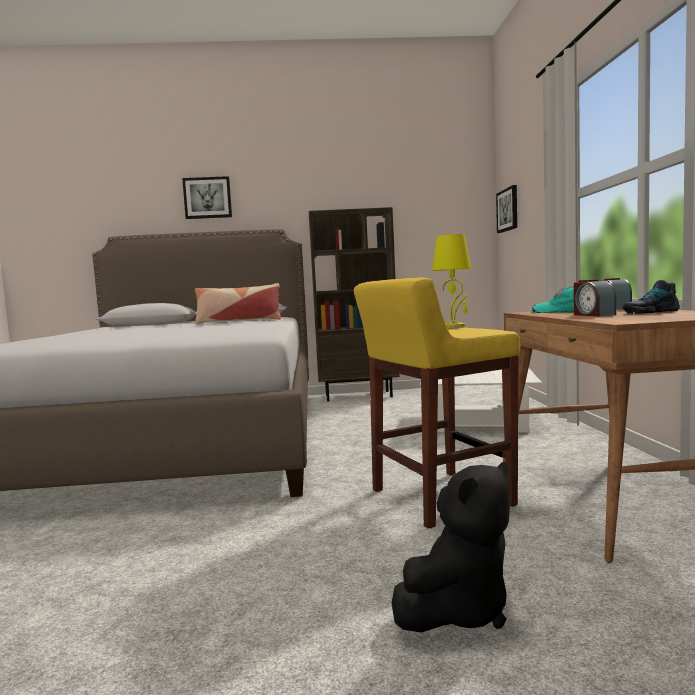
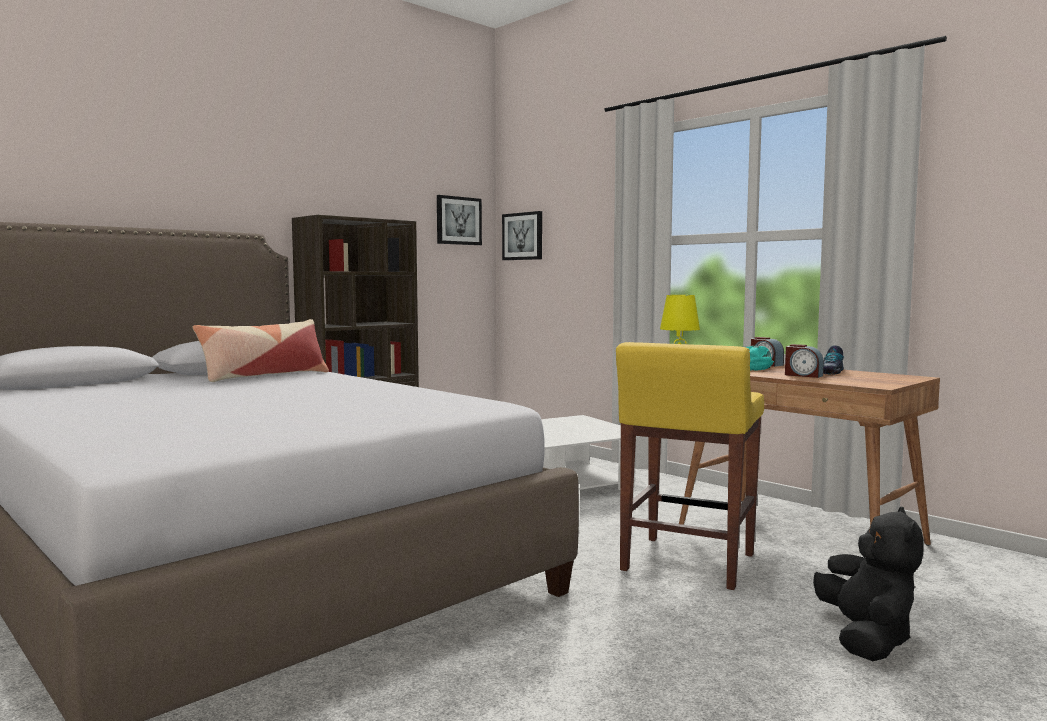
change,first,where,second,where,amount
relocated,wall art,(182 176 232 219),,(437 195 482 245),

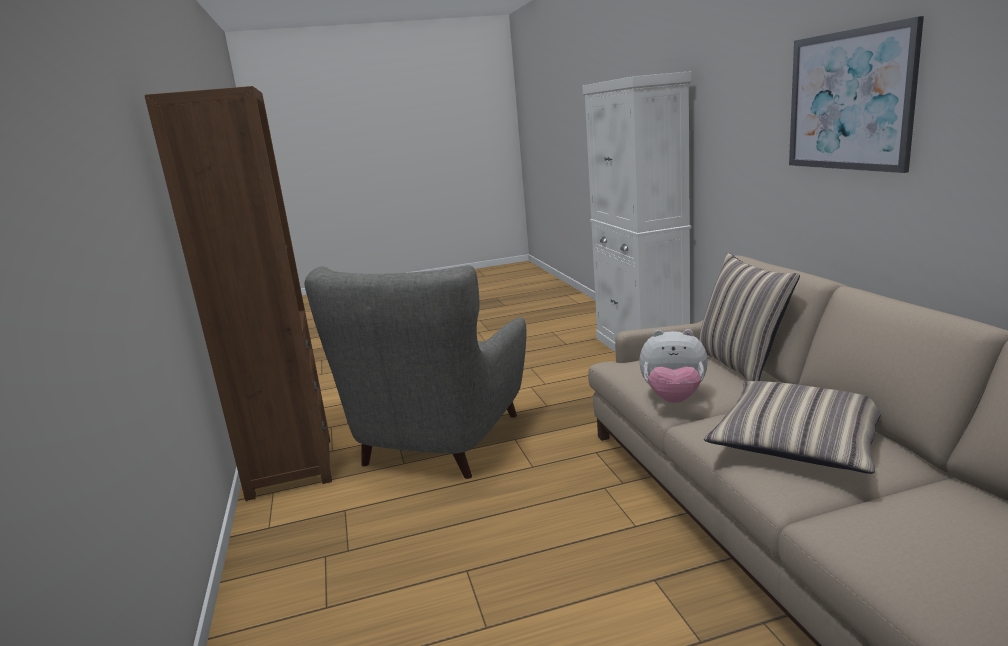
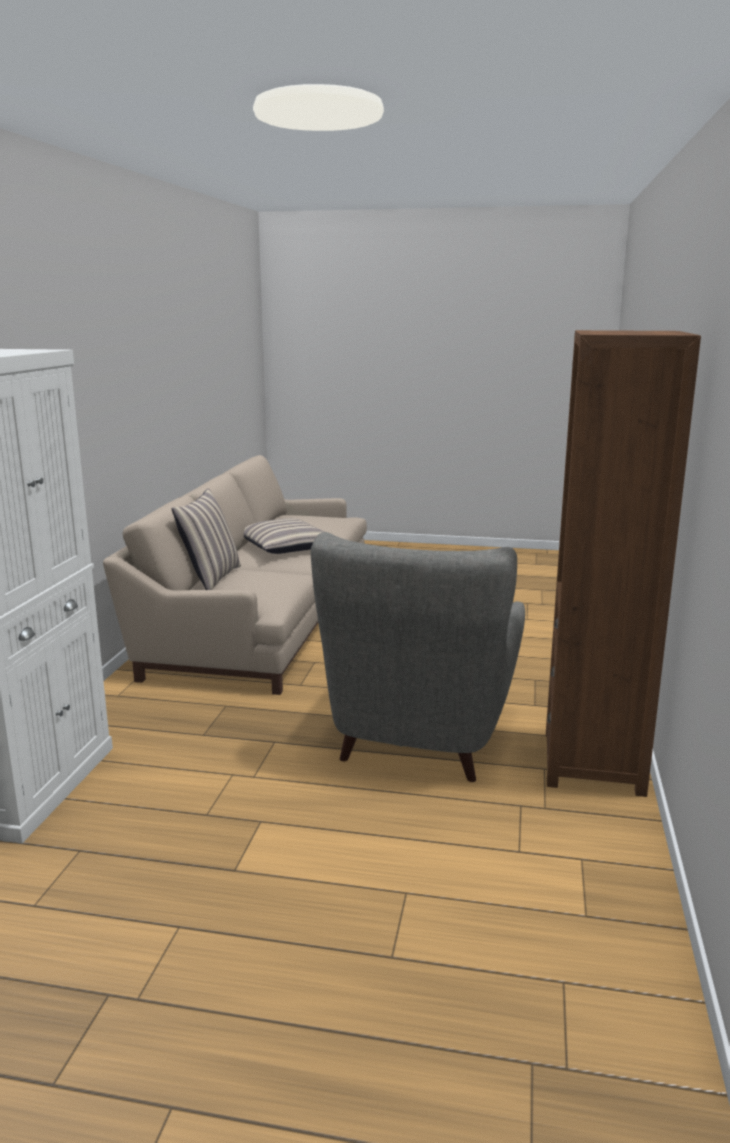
change,first,where,second,where,amount
missing,wall art,(789 16 924 173),,,
spun,lounge chair (gray),(304 265 526 479),,(311 532 525 782),150 degrees clockwise
missing,plush toy,(639 329 708 403),,,

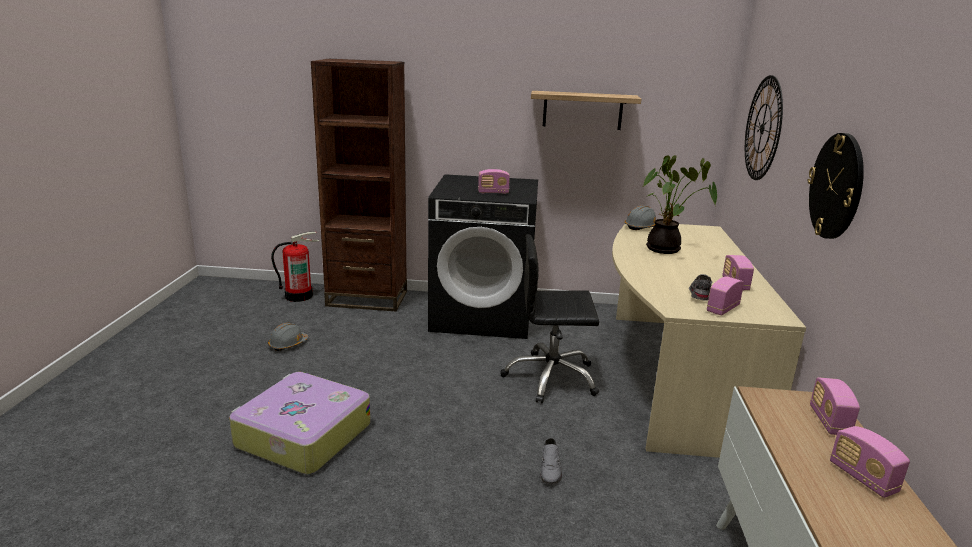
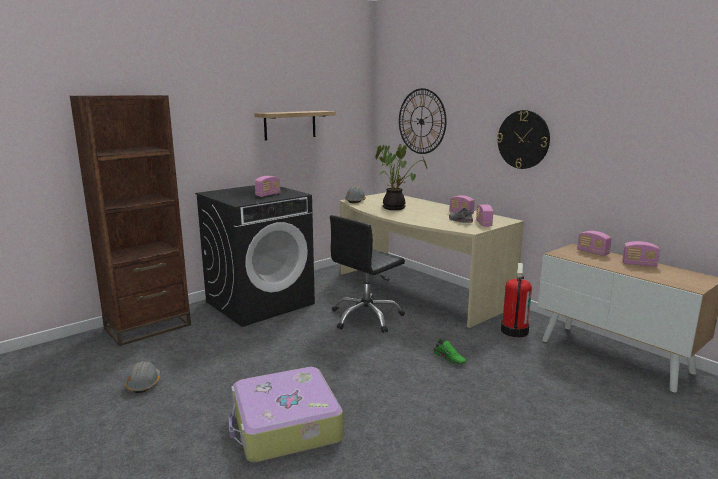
change,first,where,second,where,amount
relocated,fire extinguisher,(271 231 320 302),,(501 263 532 337),
colour,low shoe (gray),(540 438 563 484),low shoe (greenish),(433 339 466 365),

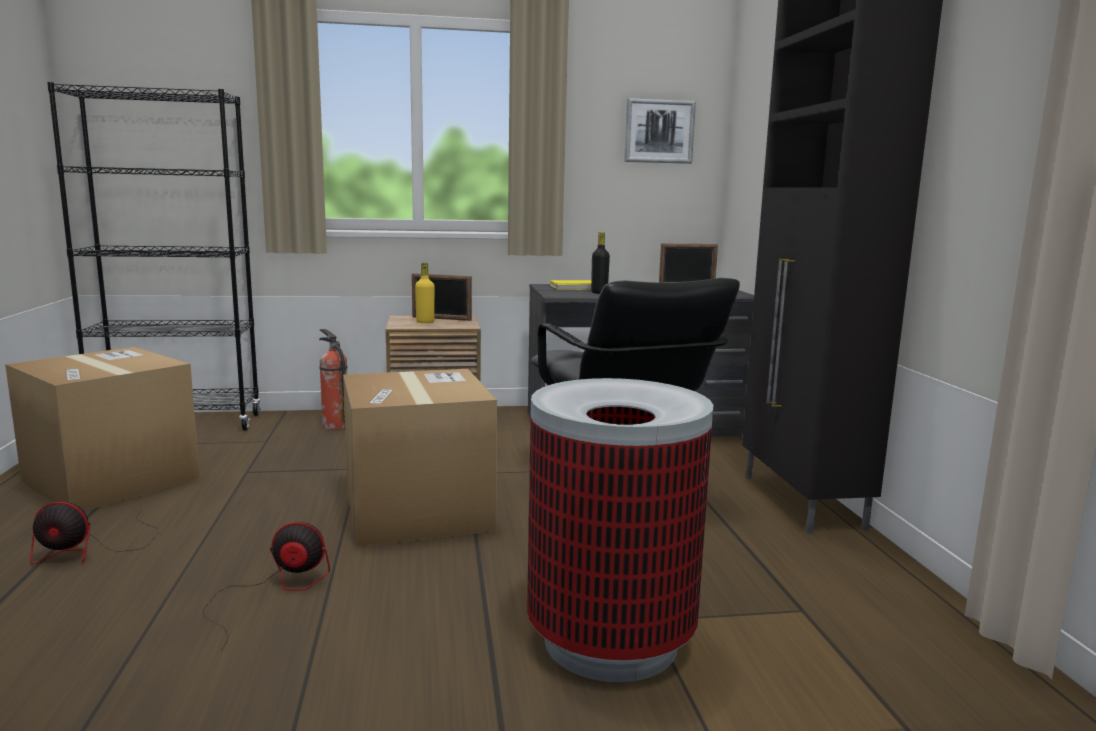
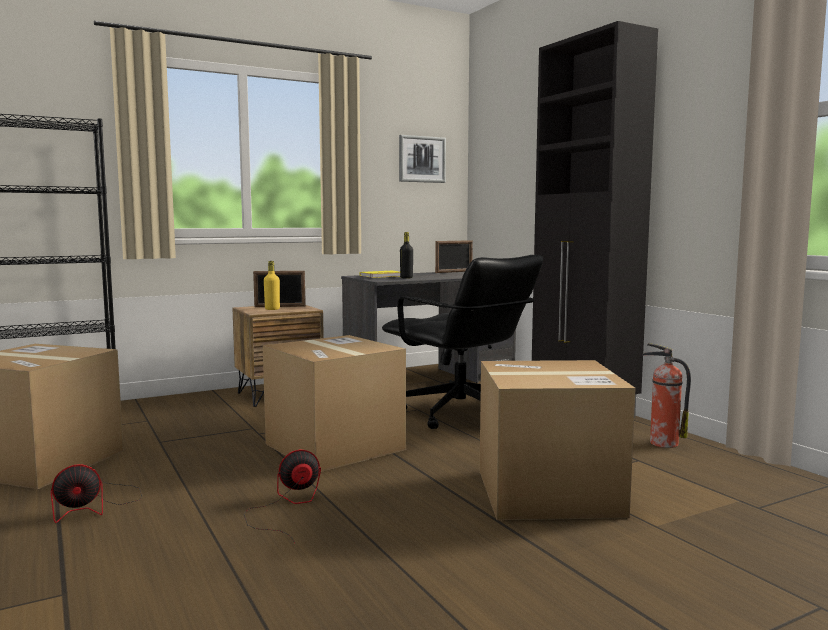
change,first,where,second,where,amount
relocated,fire extinguisher,(319 329 348 430),,(642 343 691 448),
exchanged,trash can,(527 378 713 682),carton,(480 360 636 520),

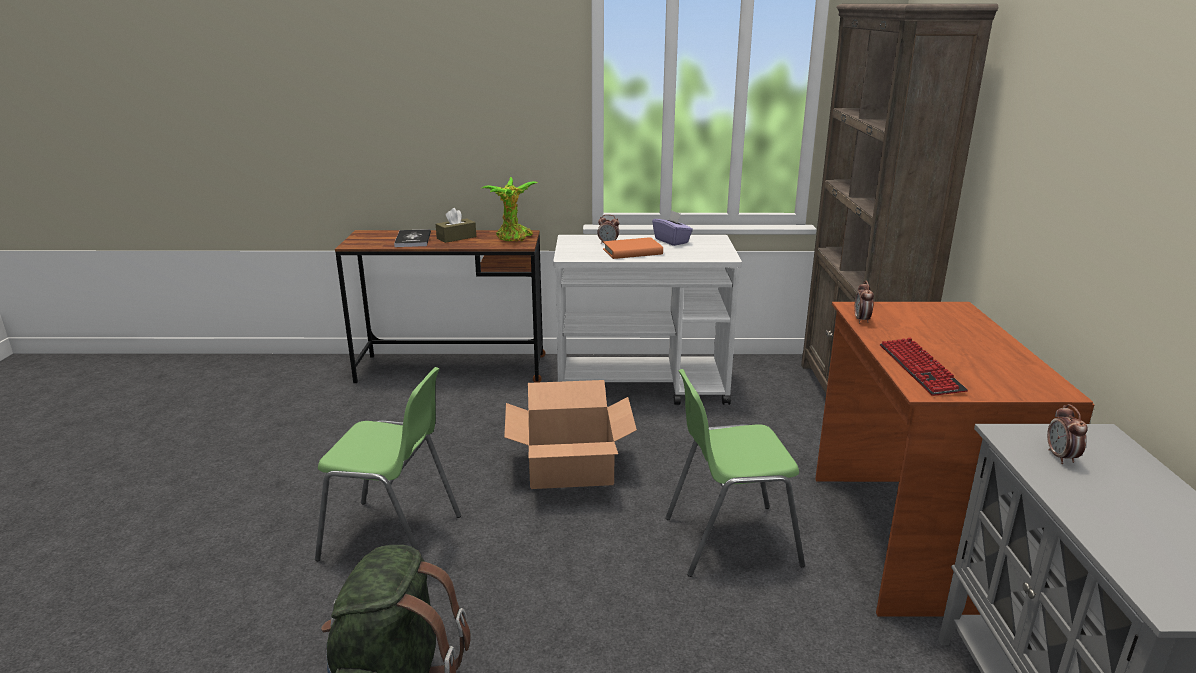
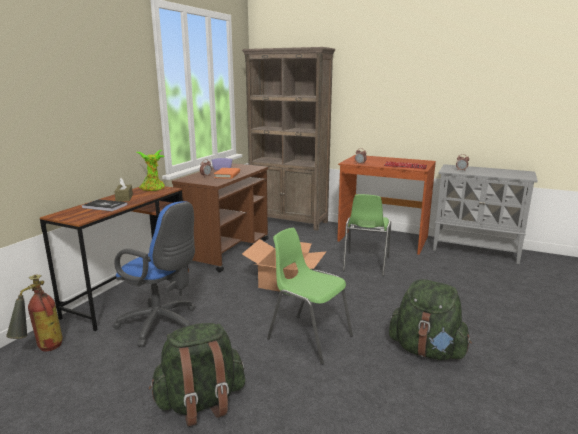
change,first,where,second,where,amount
colour,trolley (whitish),(553 235 742 405),trolley (brownish),(172 163 269 272),
spun,plain chair (greenish),(315 367 461 561),,(267 228 353 365),90 degrees counterclockwise
appeared,,,desk chair (blue-coloured),(113 201 196 347),
appeared,,,fire extinguisher,(6 275 63 352),
appeared,,,knapsack (greenish),(149 323 245 427),

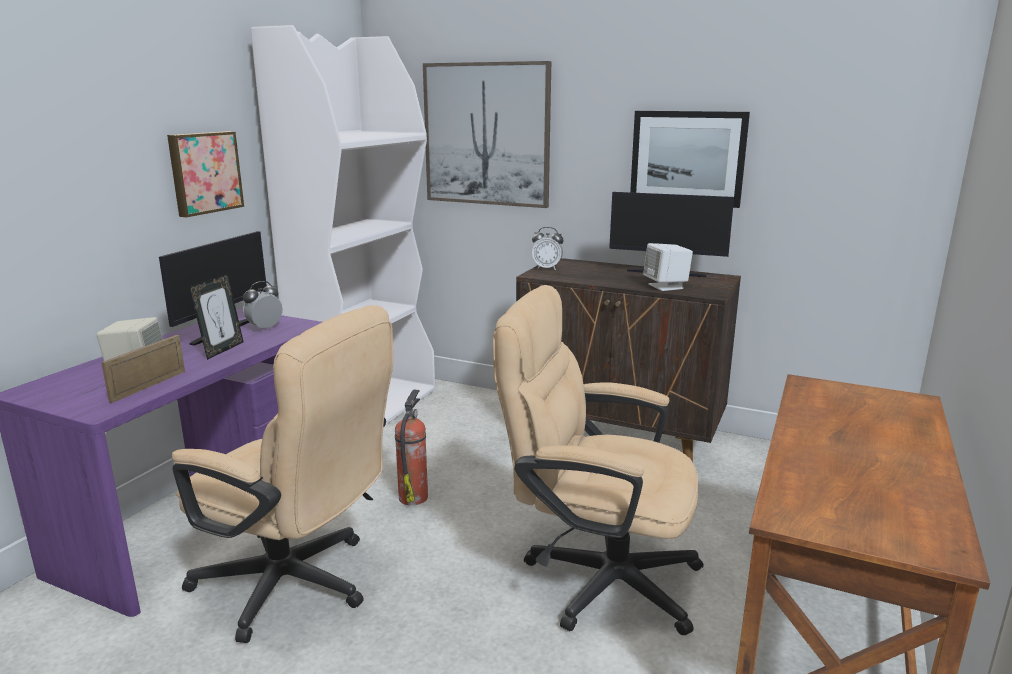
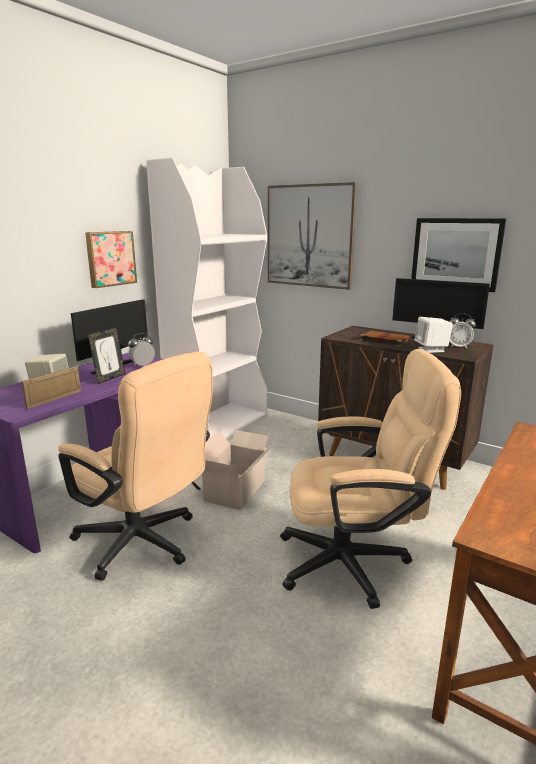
change,first,where,second,where,amount
relocated,alarm clock,(532 227 563 270),,(449 313 476 349),
spun,desk chair (beige-coloured),(493 285 703 635),,(280 349 461 609),150 degrees clockwise
exchanged,fire extinguisher,(395 389 428 505),carton,(202 430 277 510),
appeared,,,bound book (brownish),(358 331 411 346),

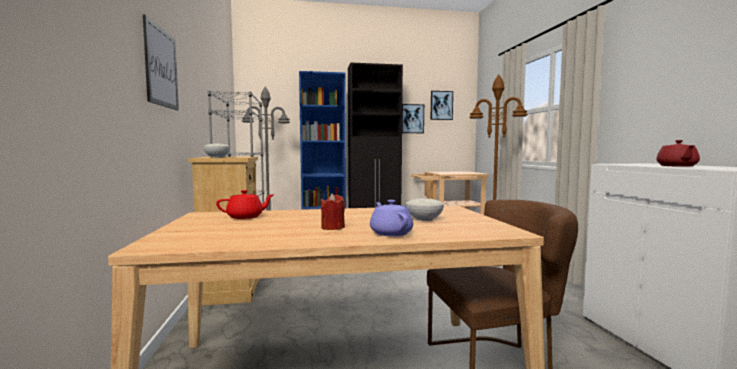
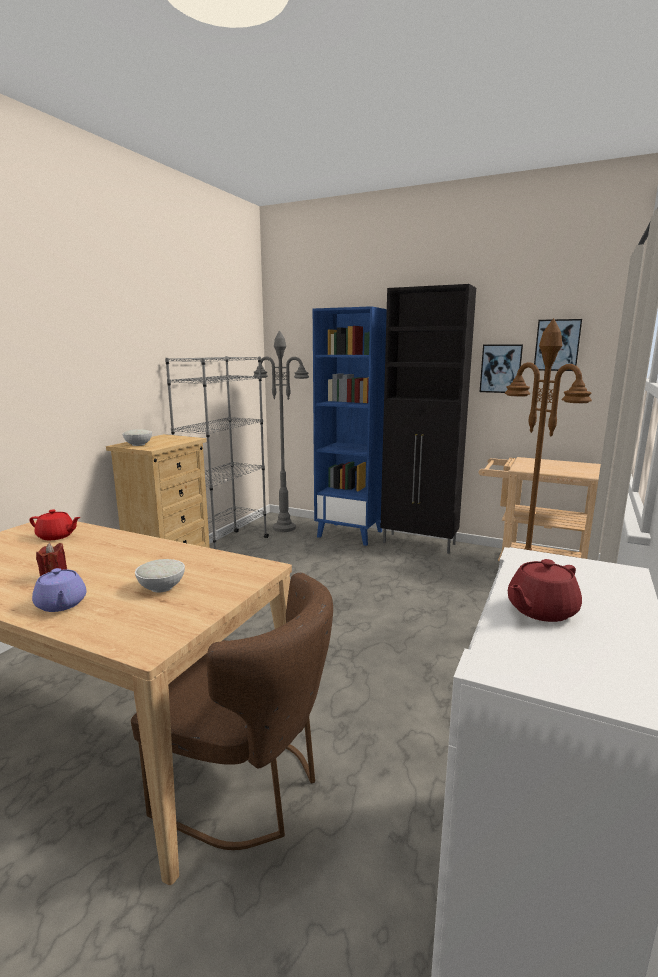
change,first,where,second,where,amount
missing,wall art,(143 14 179 110),,,
spun,pot for tea (purple),(370 200 413 236),,(32 568 87 612),135 degrees clockwise

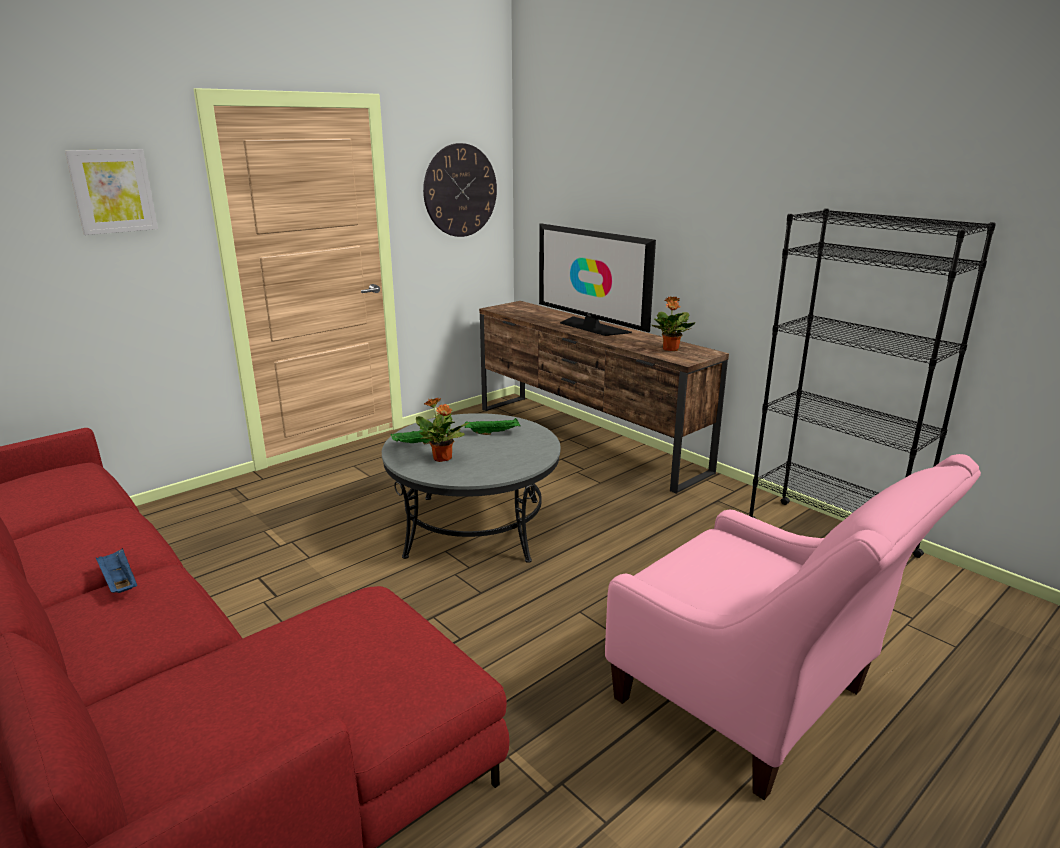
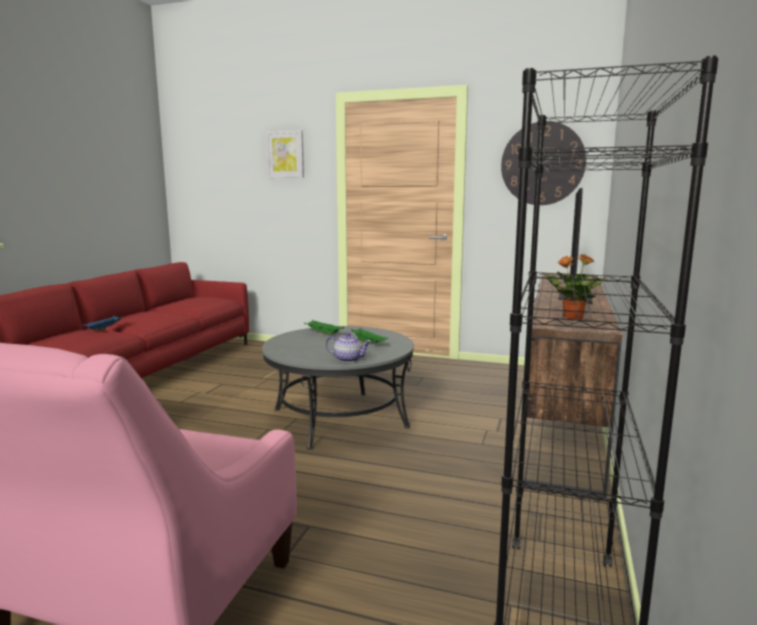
change,first,where,second,where,amount
missing,potted plant,(416 398 469 462),,,
appeared,,,pot for tea,(325 332 371 362),

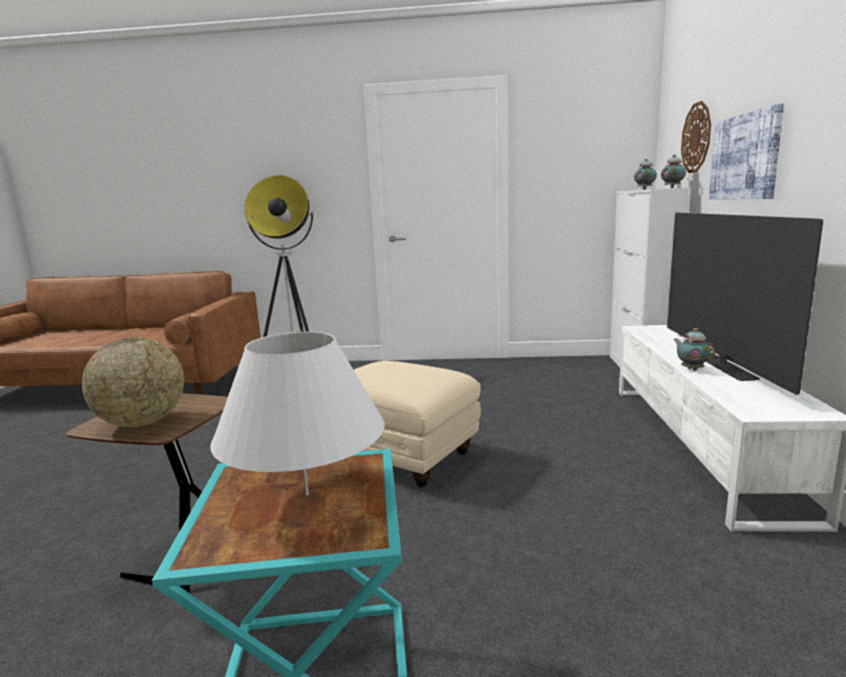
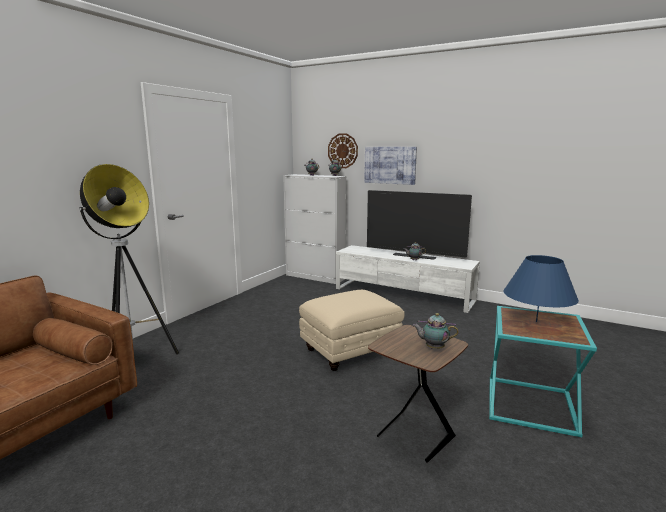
change,first,where,second,where,amount
colour,table lamp (whitish),(210 332 385 496),table lamp (blue-coloured),(503 255 579 322),
exchanged,desk globe,(82 337 184 427),pot for tea,(412 313 459 349),

